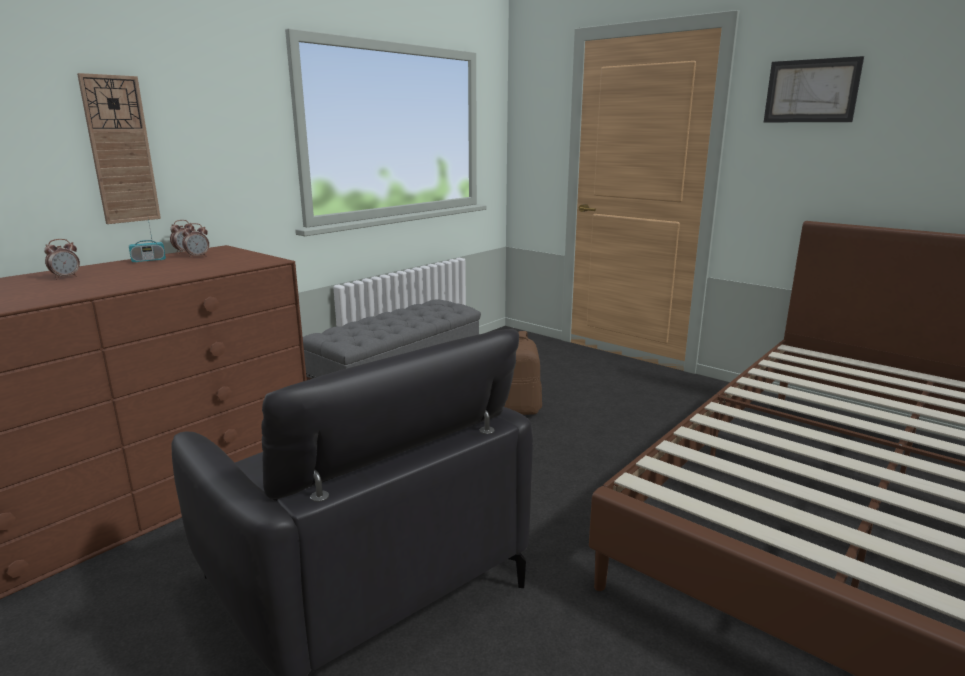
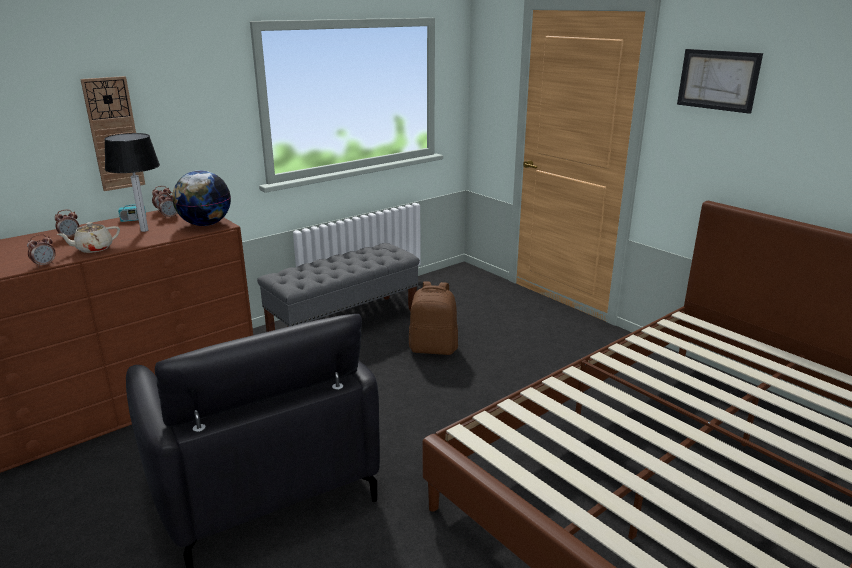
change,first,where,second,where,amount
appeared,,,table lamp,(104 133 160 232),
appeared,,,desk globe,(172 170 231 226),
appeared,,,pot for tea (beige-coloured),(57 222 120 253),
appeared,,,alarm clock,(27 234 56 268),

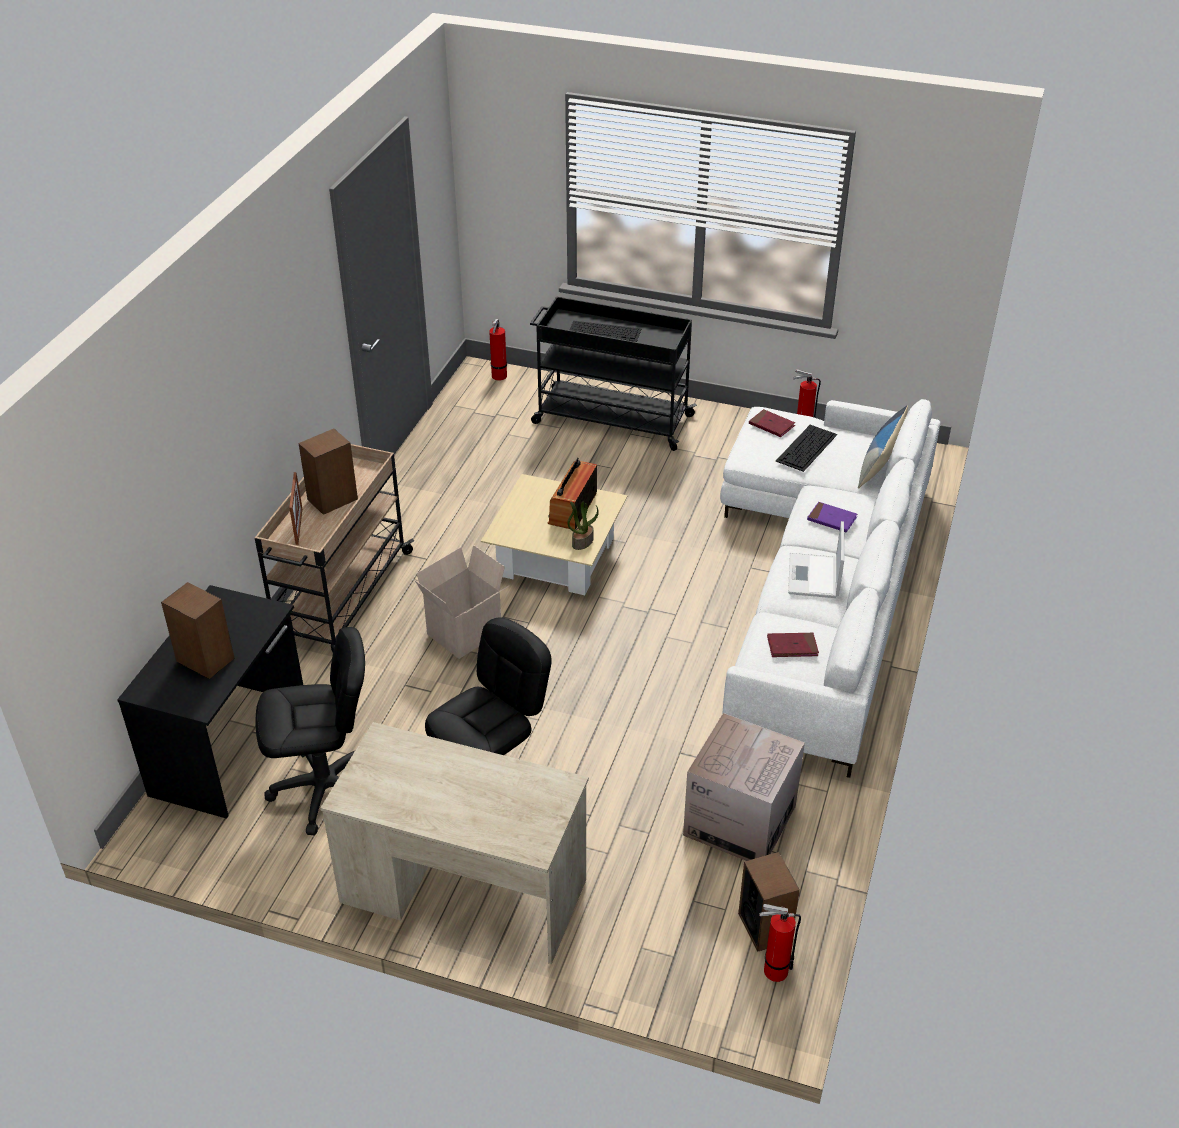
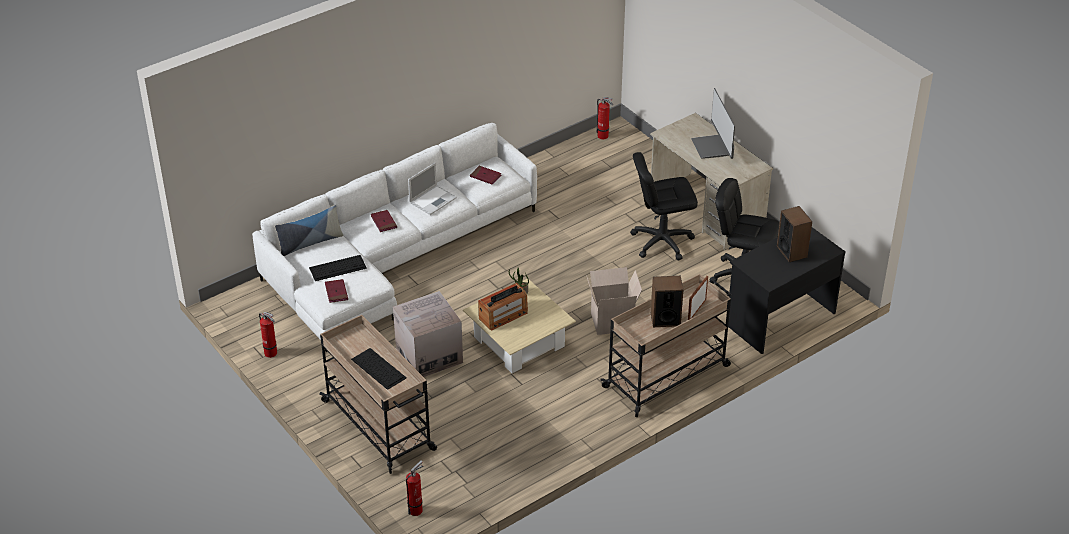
change,first,where,second,where,amount
colour,trolley (black-coloured),(530 296 697 451),trolley (beige-coloured),(319 315 437 474),
colour,bound book (purple),(807 502 857 532),bound book (red-coloured),(371 210 397 232),
relocated,carton,(683 713 805 861),,(393 291 463 377),
missing,audio speaker,(738 852 800 952),,,
appeared,,,monitor,(691 88 735 159),

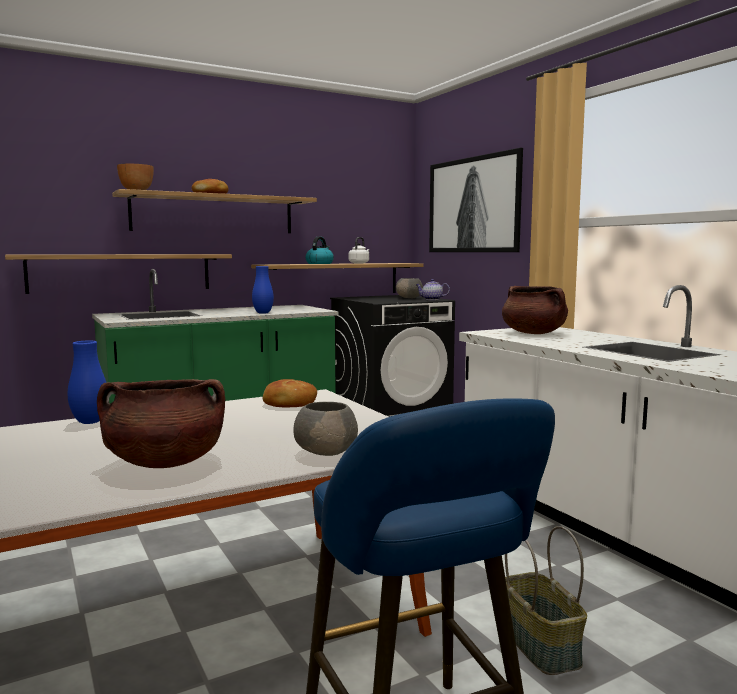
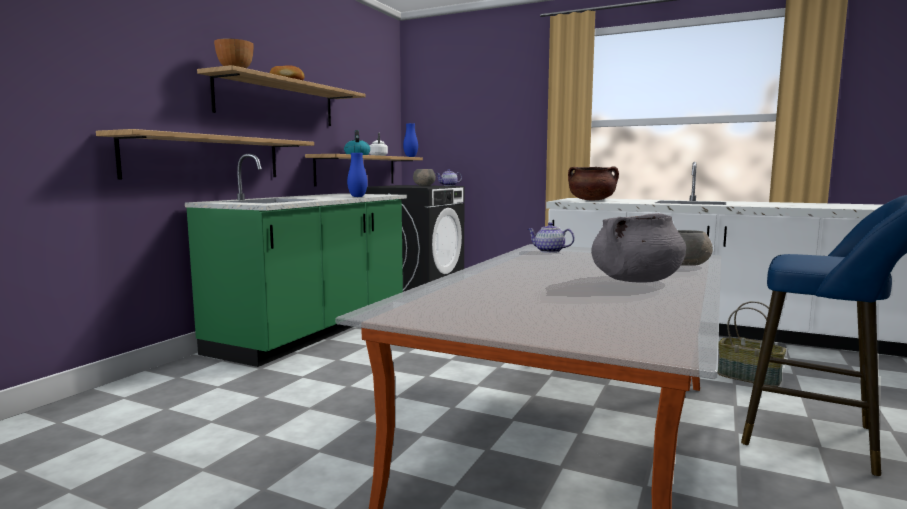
change,first,where,second,where,amount
missing,wall art,(429 148 523 252),,,
relocated,flower vase (blue-coloured),(68 340 106 424),,(403 123 418 157),
colour,cooking pot (brownish),(97 379 225 468),cooking pot (gray),(591 213 686 283),
exchanged,bread,(262 379 317 407),pot for tea,(528 222 575 253),

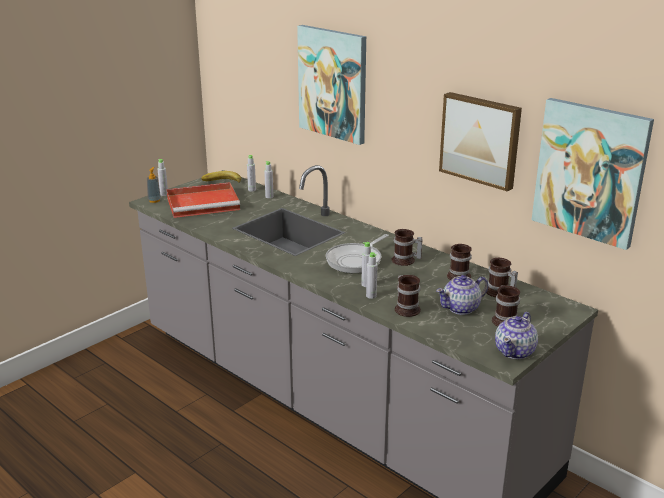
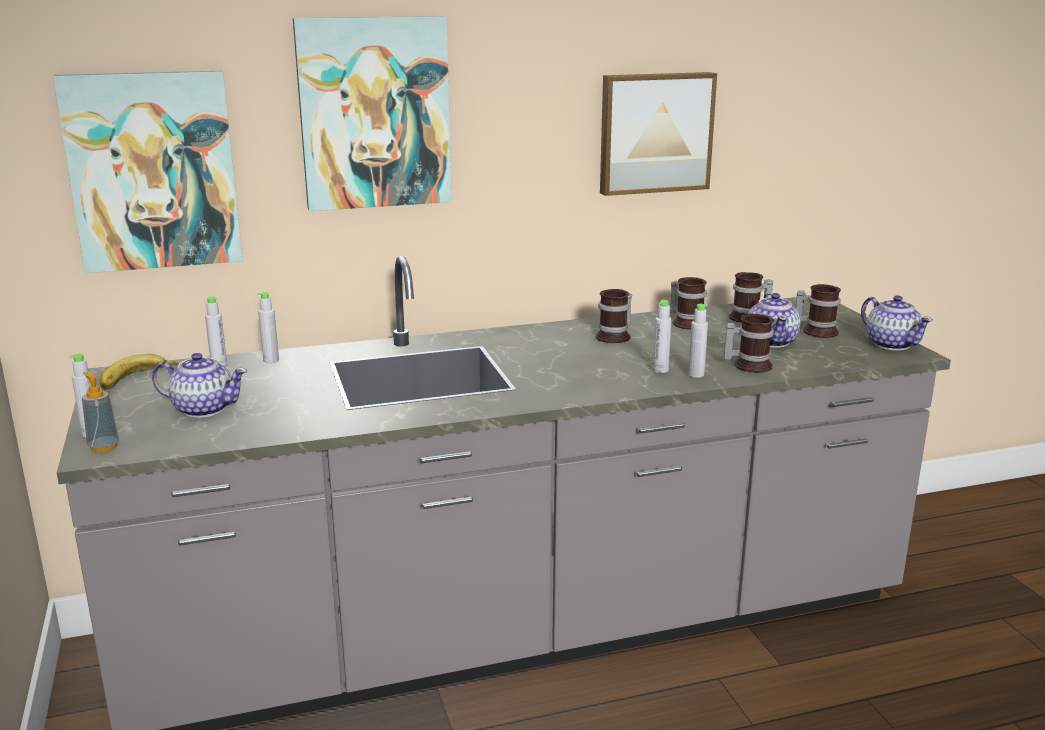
change,first,where,second,where,amount
relocated,wall art,(532 98 654 250),,(53 71 243 273),
exchanged,serving tray (red-coloured),(166 182 240 218),pot for tea,(152 353 247 418),
missing,pan,(326 234 389 273),,,

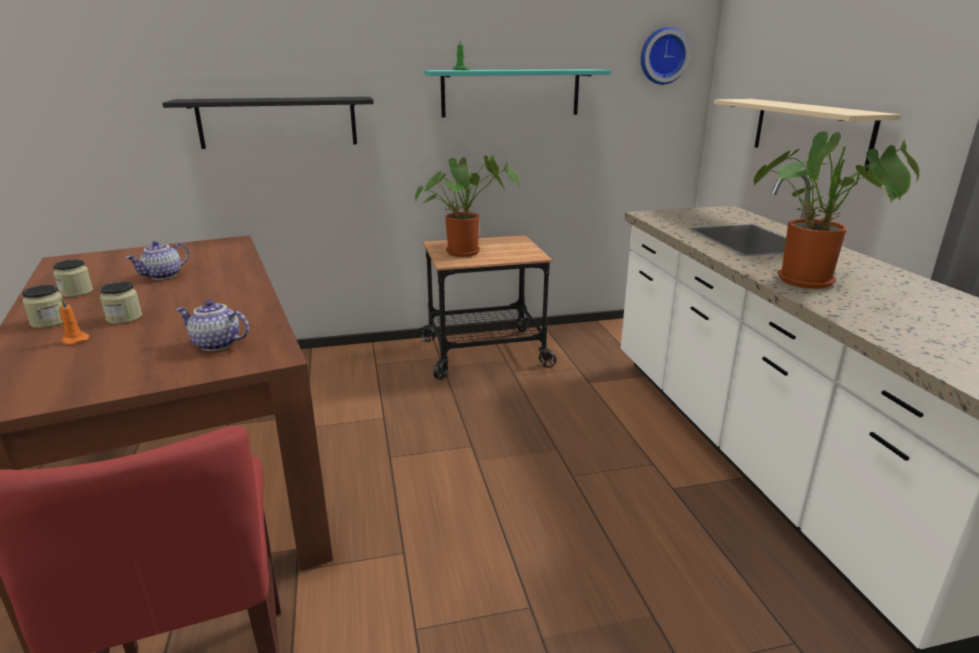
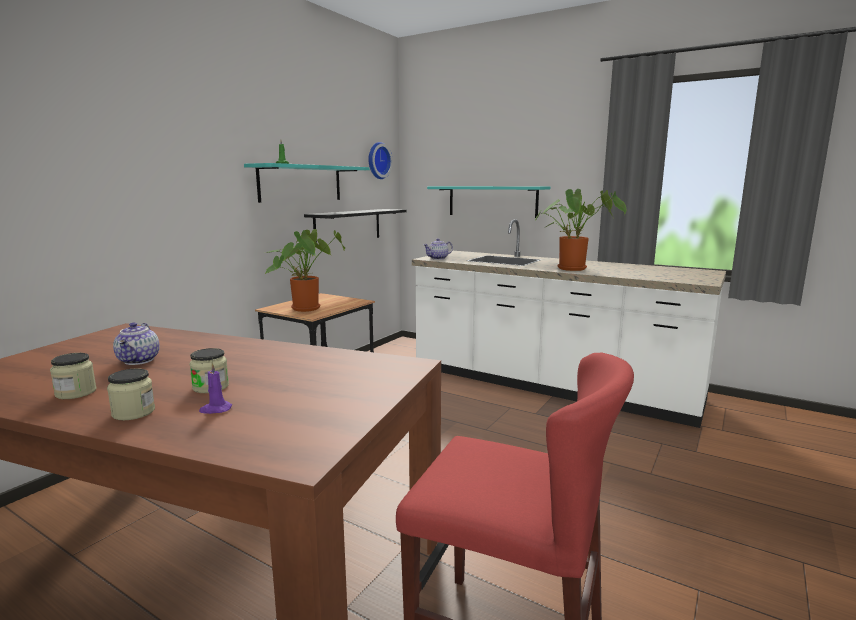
change,first,where,second,where,amount
relocated,wall shelf (black-coloured),(162 97 374 149),,(304 209 406 242),
colour,wall shelf (beige-coloured),(713 99 900 172),wall shelf (blue-green),(427 186 550 218),
colour,wax light (orangey),(59 297 89 344),wax light (purple),(199 362 232 414),
relocated,pot for tea,(175 300 249 351),,(424 238 453 260),

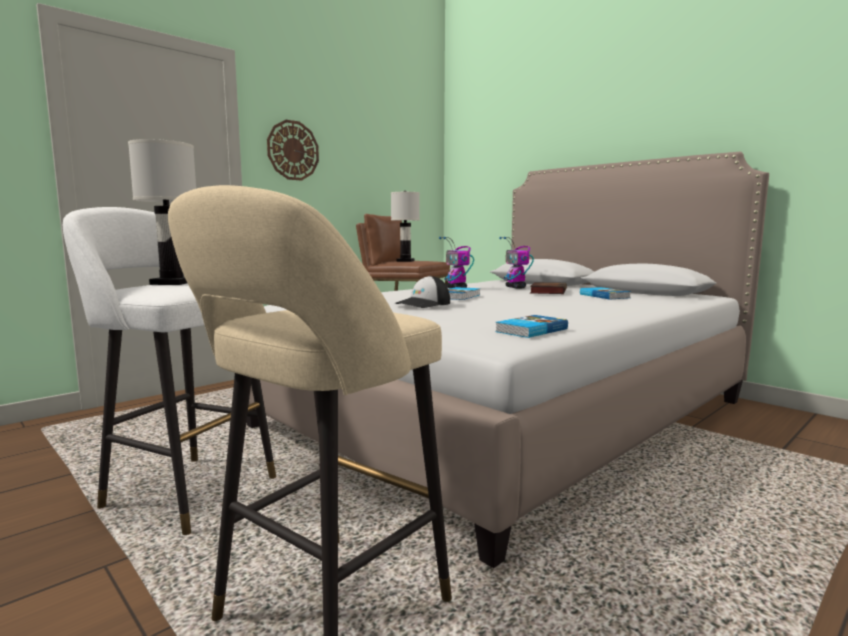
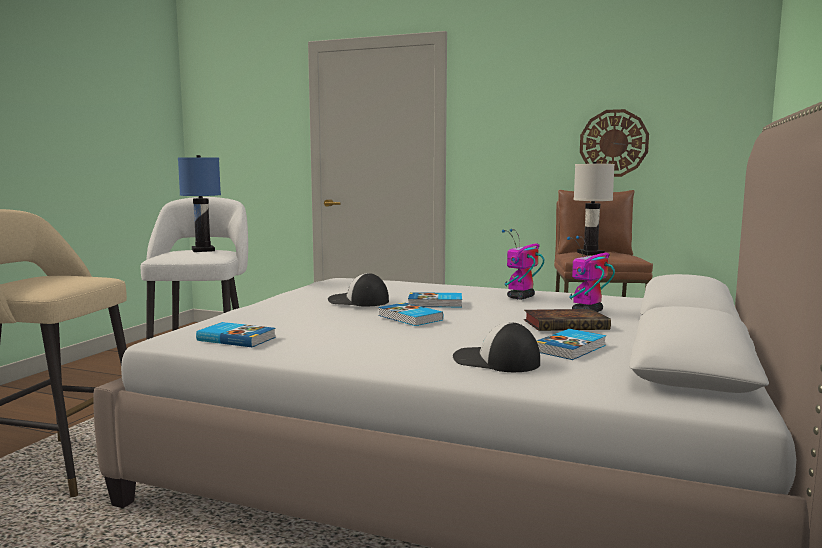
change,first,where,second,where,amount
relocated,wall clock,(267 120 319 181),,(580 109 649 177),
colour,table lamp (whitish),(128 139 196 285),table lamp (blue-coloured),(178 155 221 252),
appeared,,,bound book,(378 302 443 326),
appeared,,,baseball cap,(453 322 540 372),

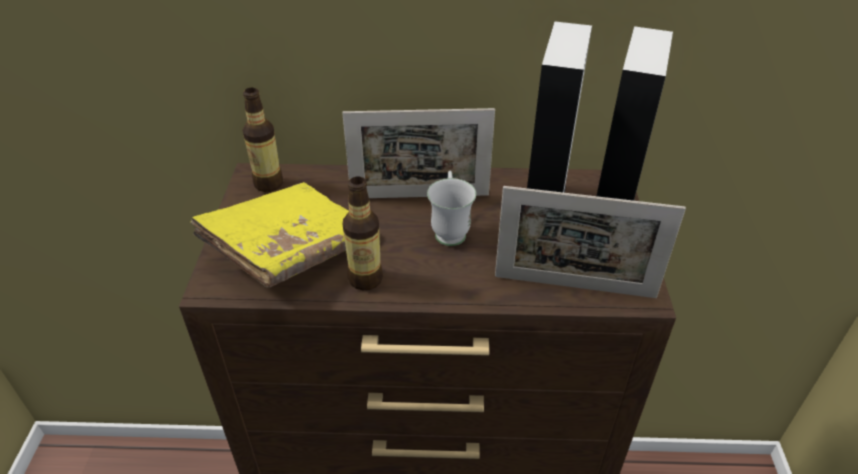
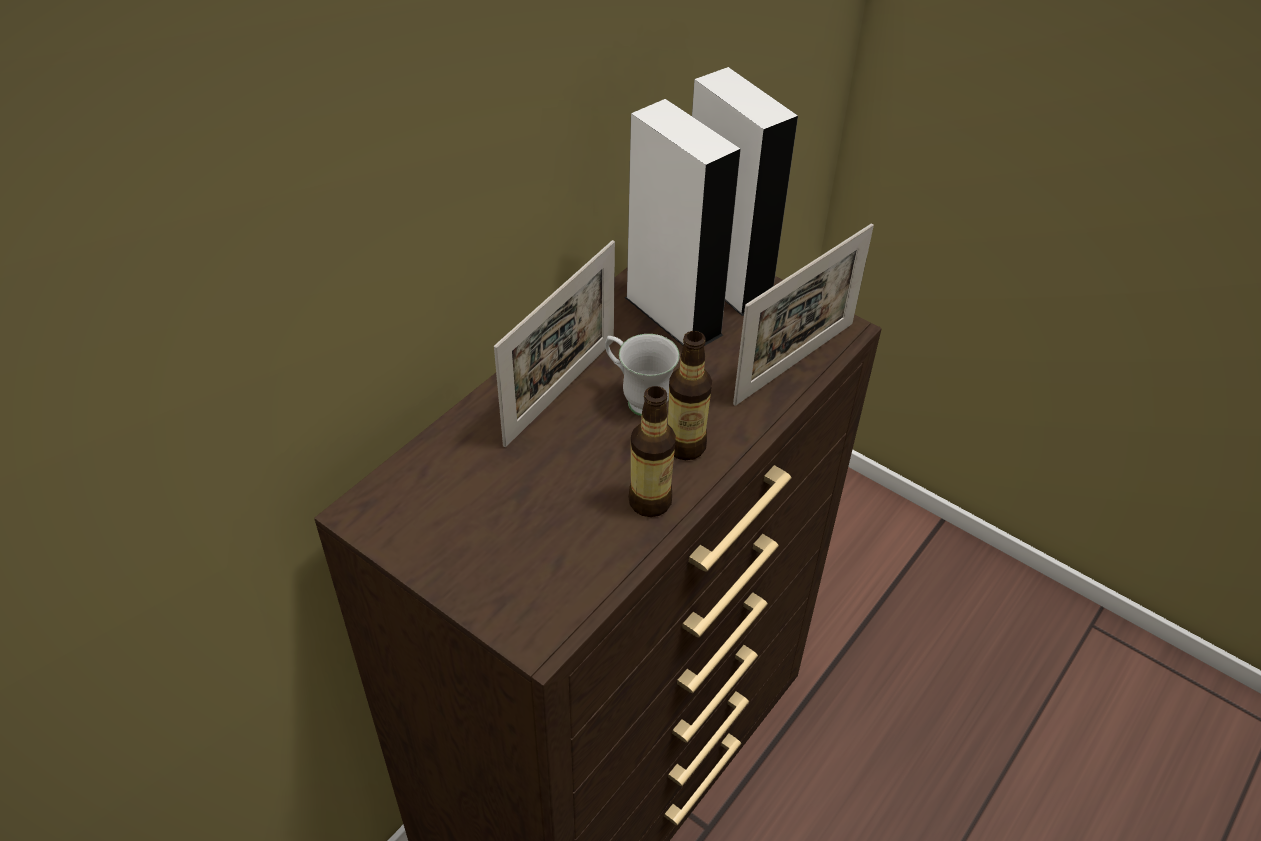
change,first,where,second,where,amount
relocated,bottle,(242 88 283 192),,(668 331 712 460),
missing,bound book (yellow-coloured),(190 182 349 287),,,

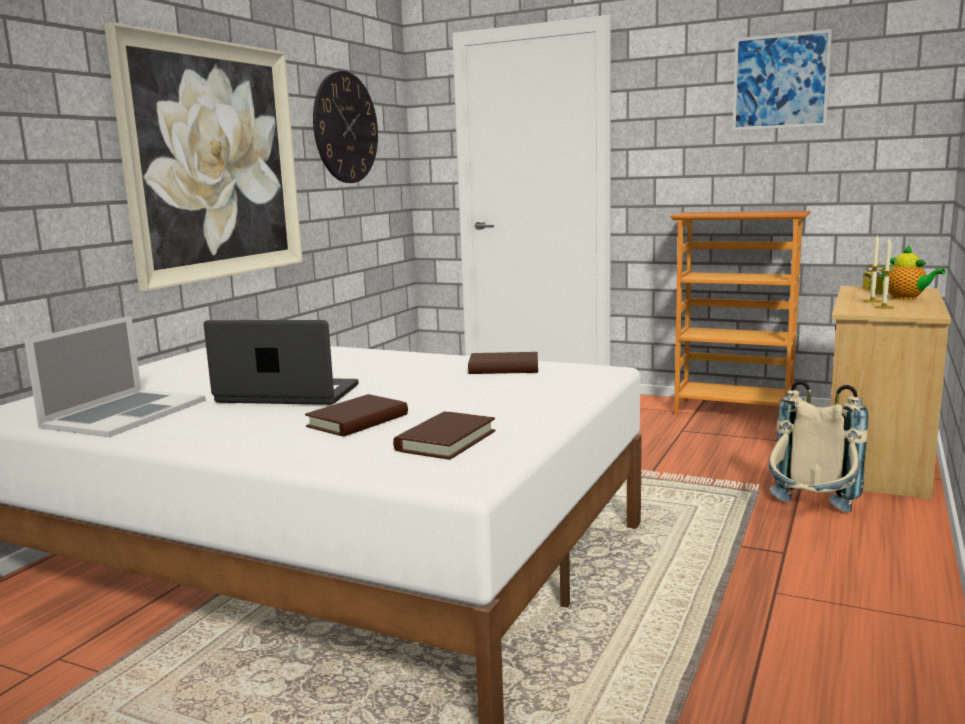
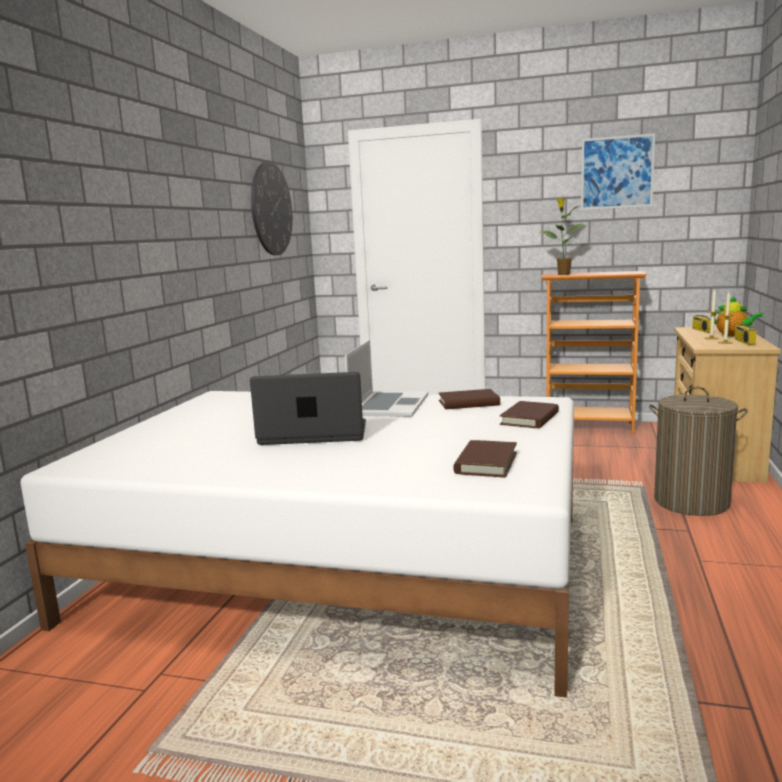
change,first,where,second,where,amount
missing,wall art,(104 22 303 291),,,
relocated,notebook computer,(24 316 206 437),,(345 340 428 417),
exchanged,knapsack (beige-coloured),(769 380 868 512),hamper,(649 386 748 516),
relocated,bound book (brownish),(305 394 408 437),,(500 401 559 428),
appeared,,,potted plant,(539 197 587 275),
appeared,,,radio receiver,(735 304 757 345),

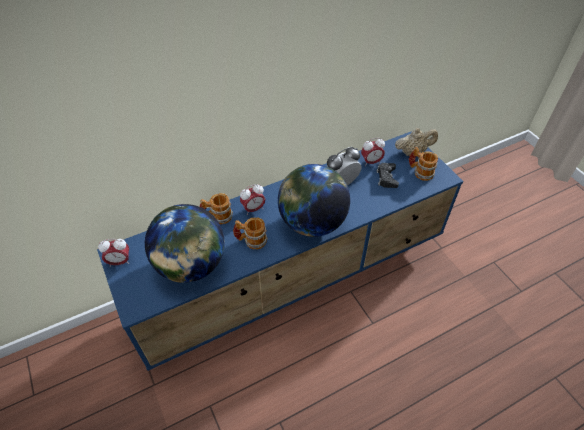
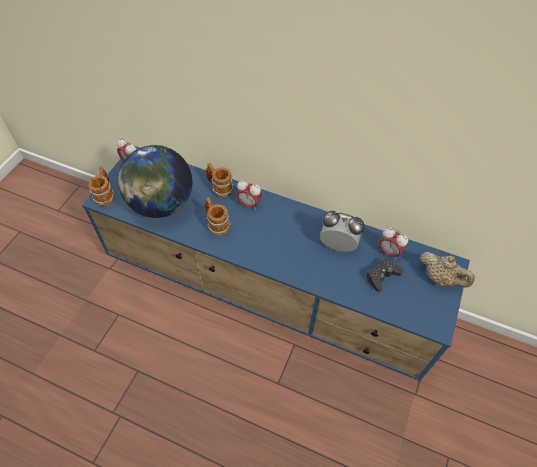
change,first,where,second,where,amount
relocated,tea mug,(409 147 438 181),,(88 167 115 206),
missing,desk globe,(278 164 350 237),,,

